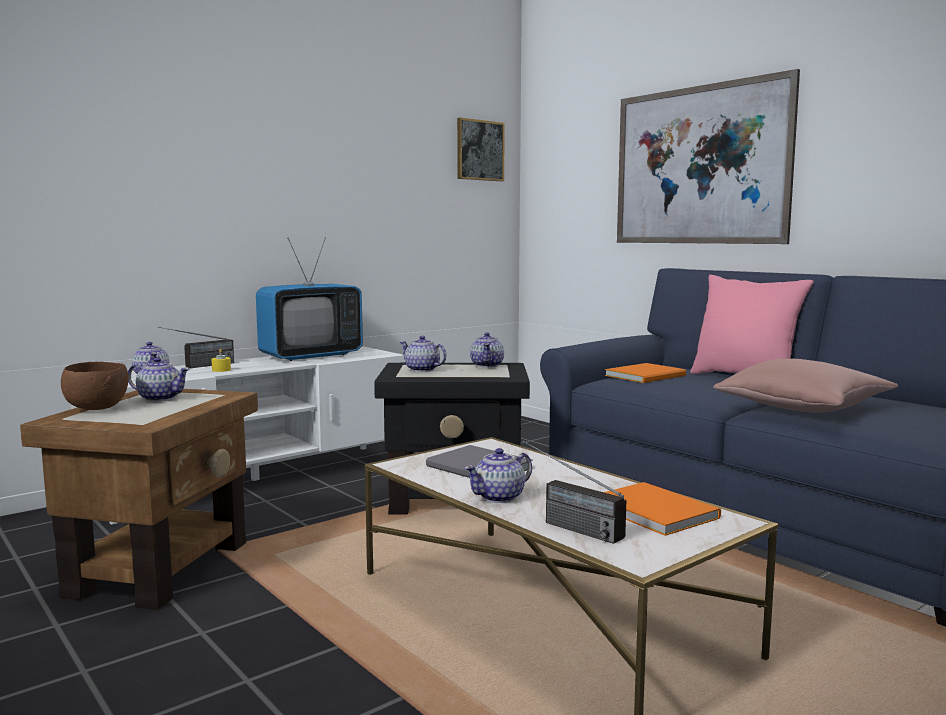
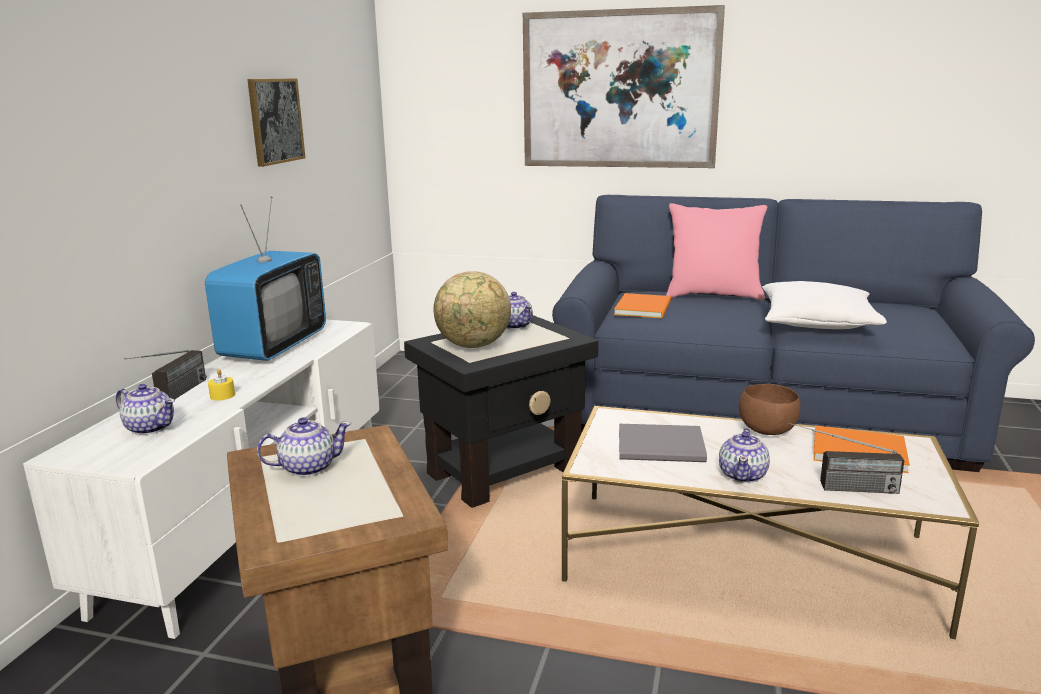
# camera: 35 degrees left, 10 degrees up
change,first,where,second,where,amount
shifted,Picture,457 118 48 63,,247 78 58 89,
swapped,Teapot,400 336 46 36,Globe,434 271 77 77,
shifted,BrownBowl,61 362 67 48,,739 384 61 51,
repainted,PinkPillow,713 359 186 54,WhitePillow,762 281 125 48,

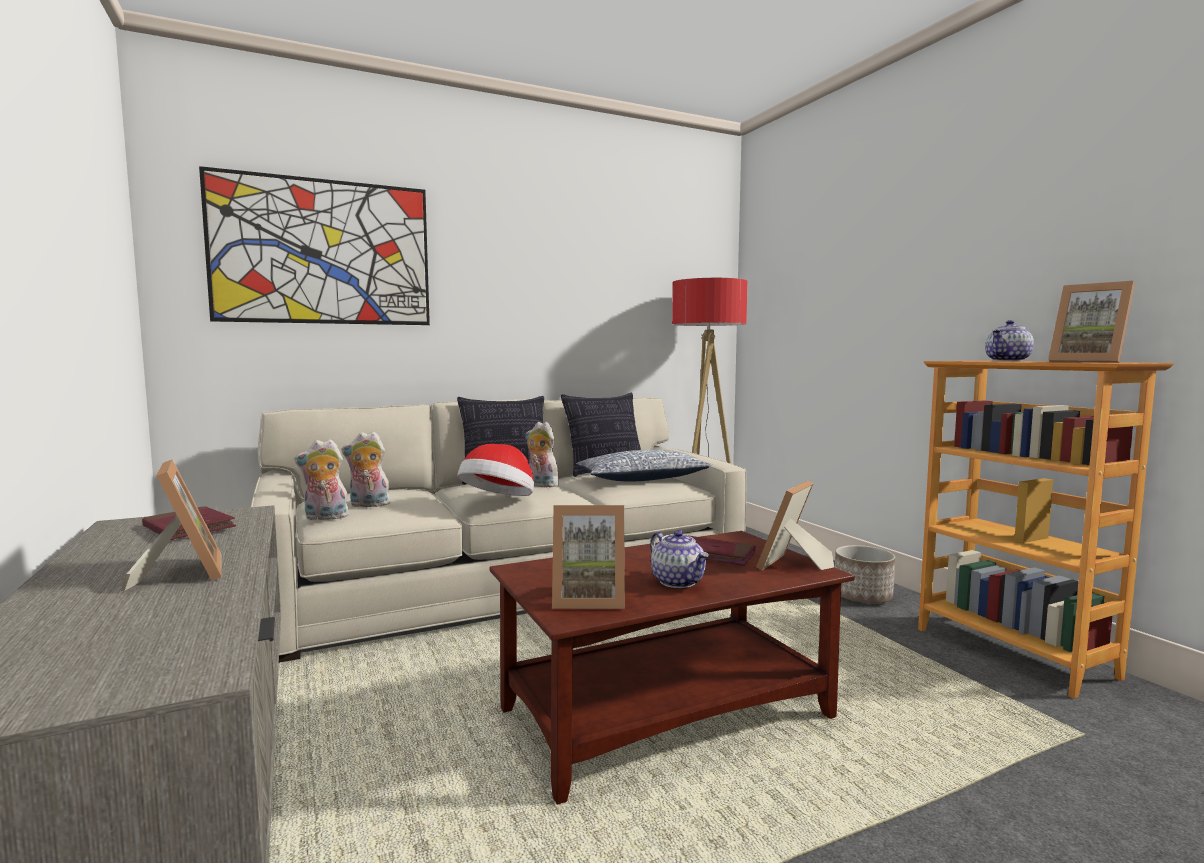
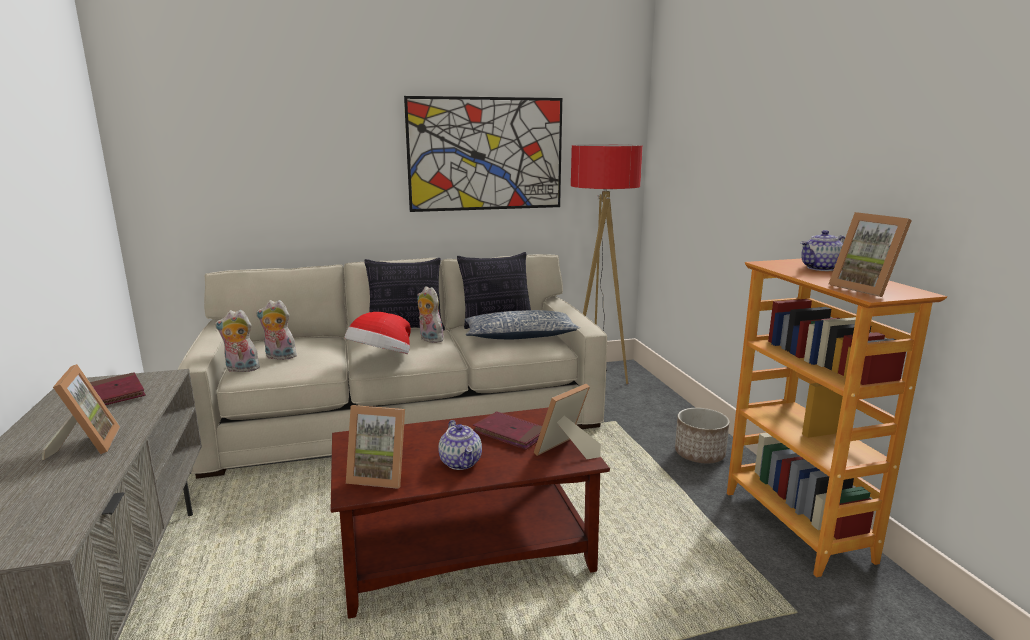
# camera: 10 degrees right, 10 degrees up
change,first,where,second,where,amount
shifted,Picture,199 166 231 159,,404 96 158 116,

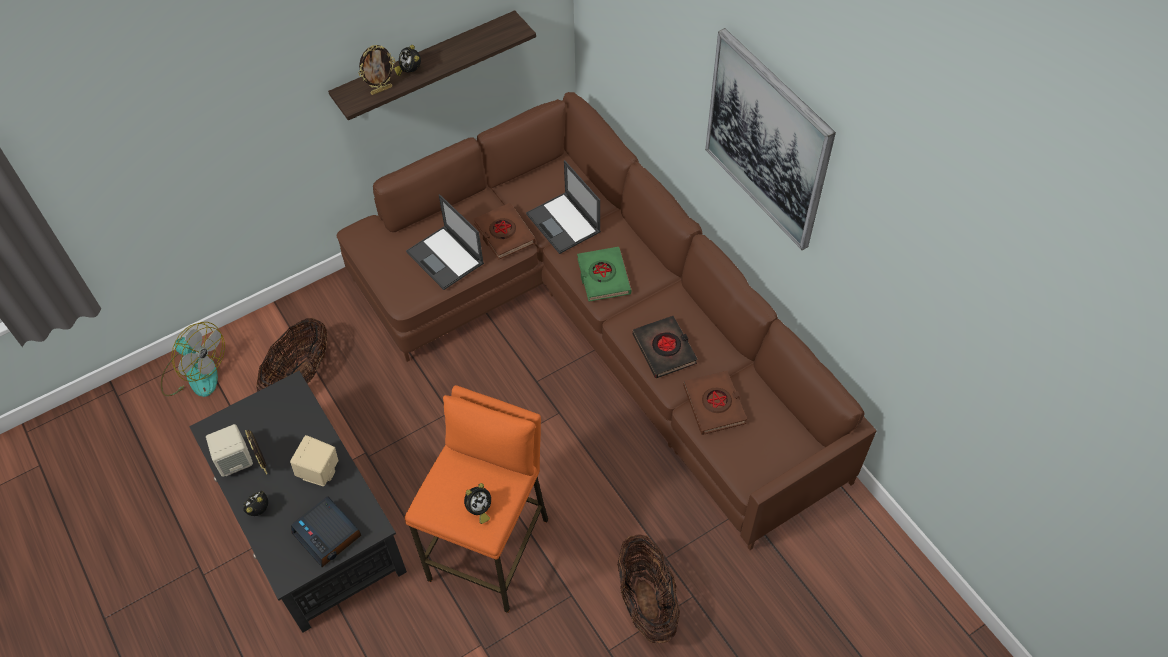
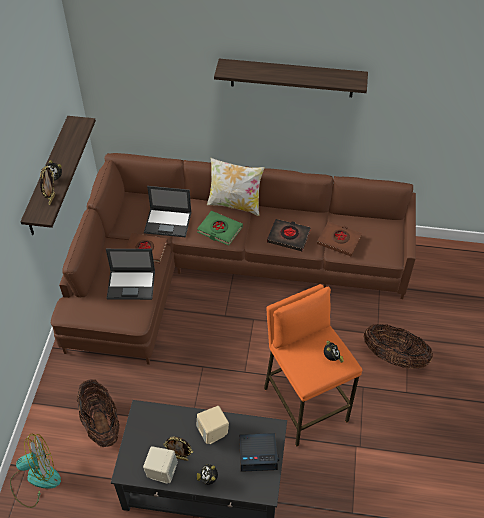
# camera: 50 degrees left, 5 degrees down
change,first,where,second,where,amount
new,,,Pillow,207 158 58 58,
swapped,Picture,705 28 131 222,Shelf,214 59 154 38,

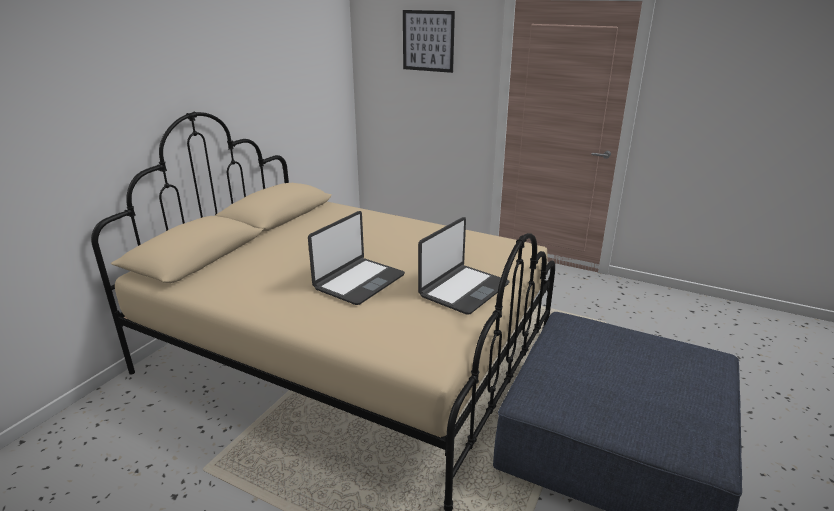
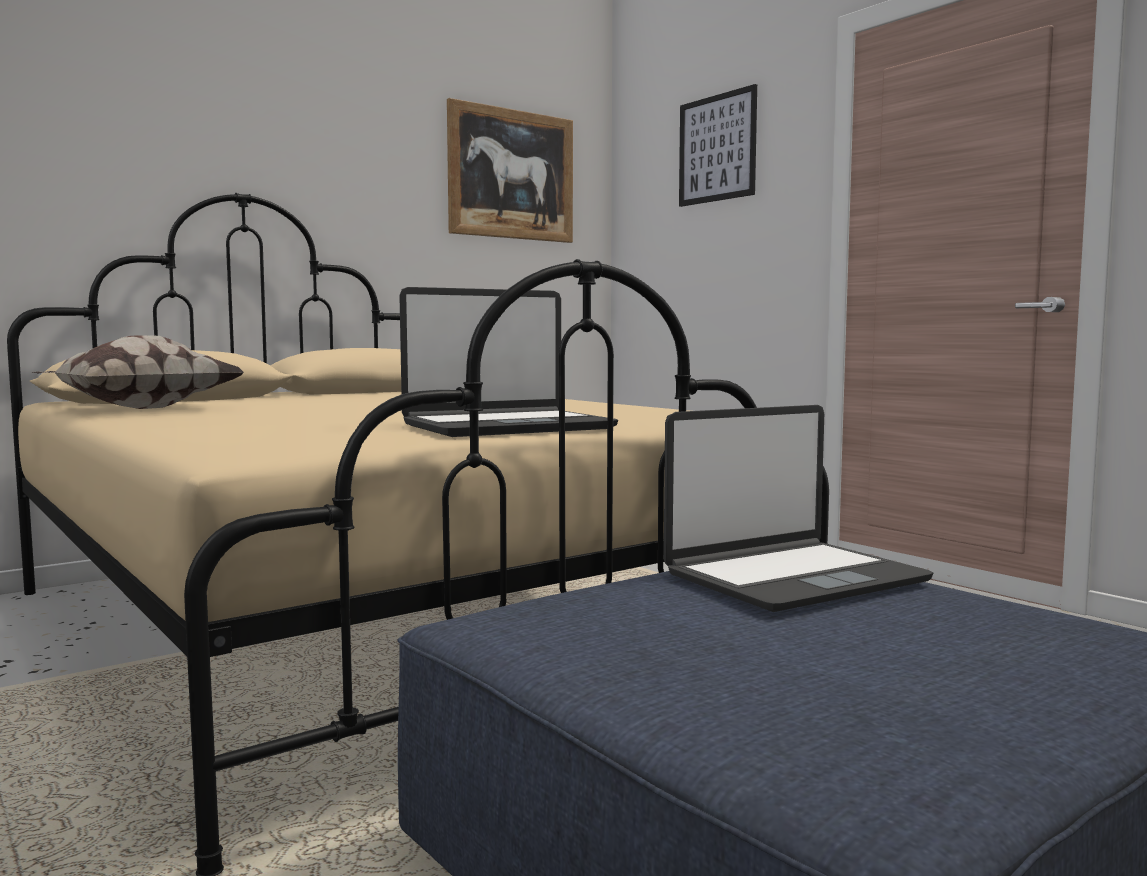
# camera: 25 degrees right, 20 degrees down
change,first,where,second,where,amount
new,,,Pillow,32 335 212 74,
new,,,Picture,447 98 126 145,
shifted,Laptop,308 211 97 94,,664 405 269 207,

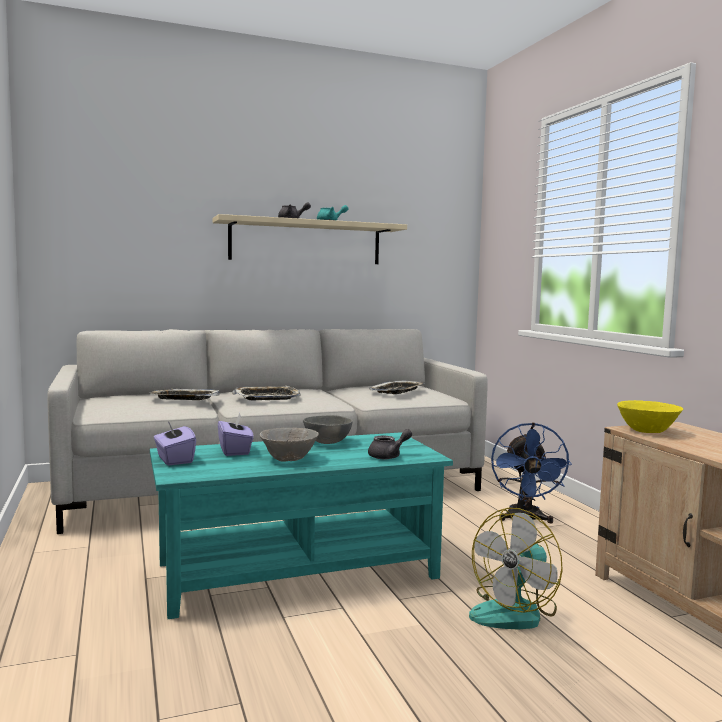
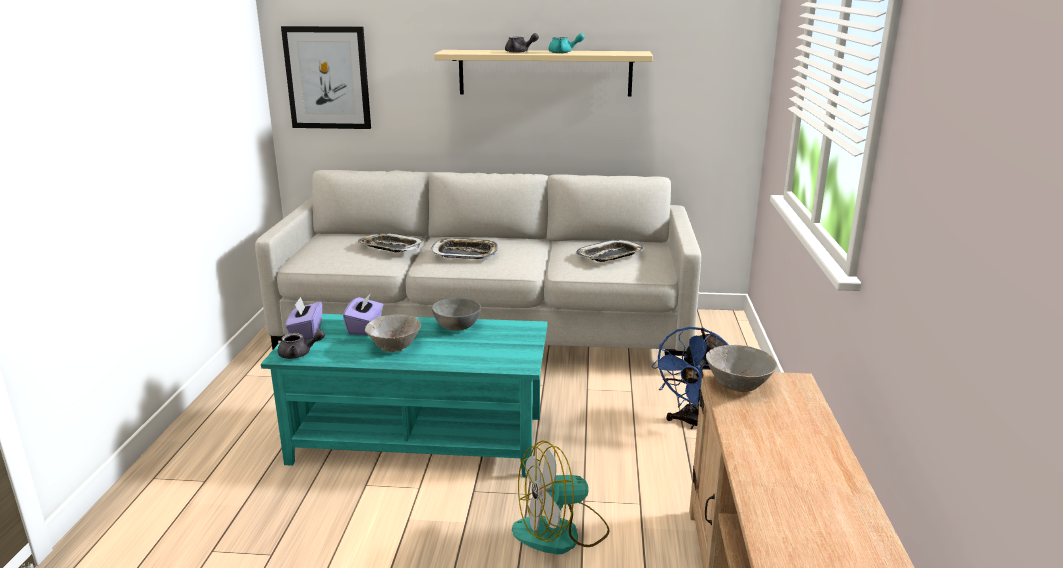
# camera: 25 degrees right, 15 degrees up
change,first,where,second,where,amount
shifted,GreyTeapot,368 429 44 30,,278 330 47 29,
new,,,Picture,281 26 90 103,
repainted,YellowBowl,617 400 66 33,GreyBowl,706 345 71 47,

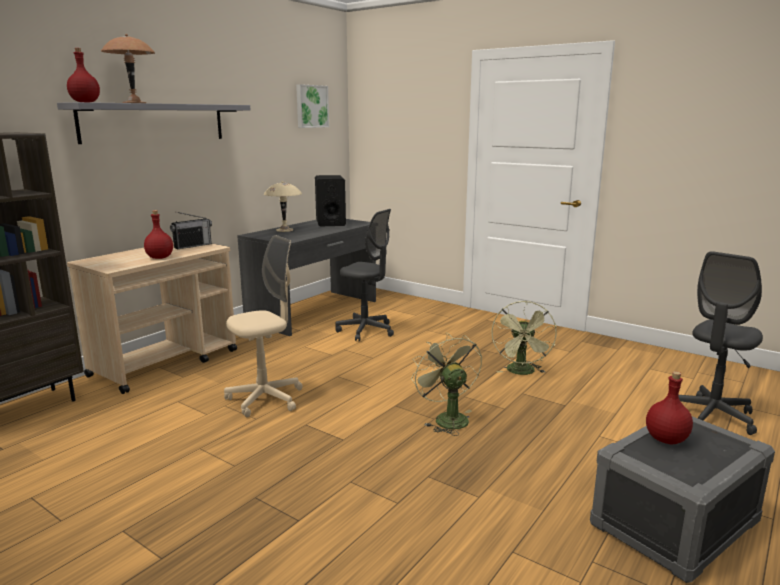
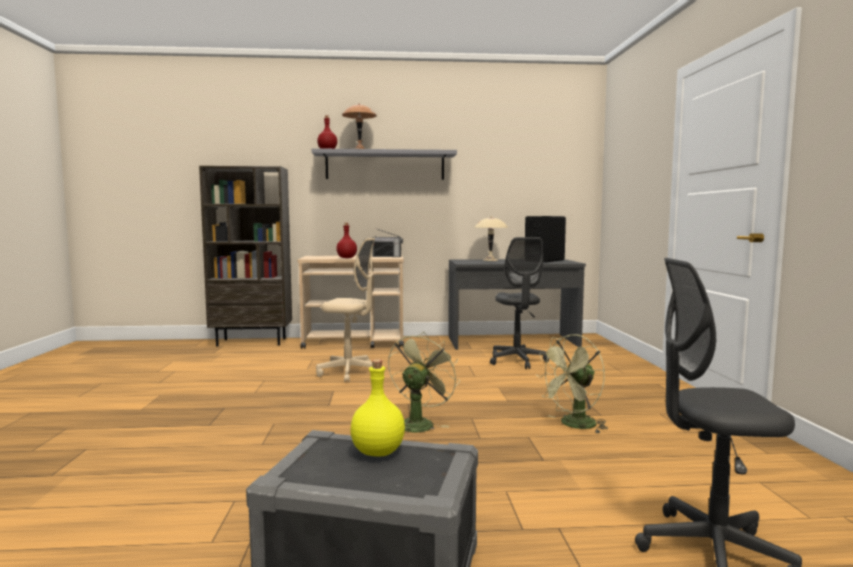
# camera: 50 degrees right, 10 degrees down
change,first,where,second,where,amount
repainted,RedBottle,646 371 47 73,YellowBottle,350 359 55 98,
gone,Picture,296 84 33 44,,,

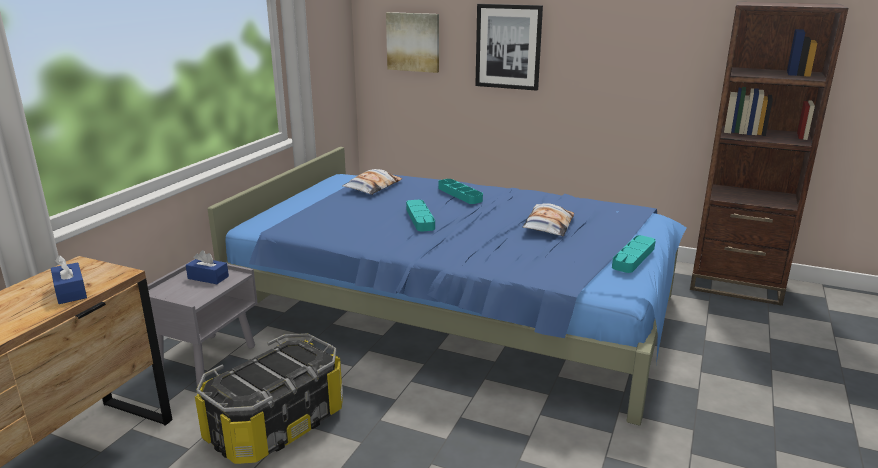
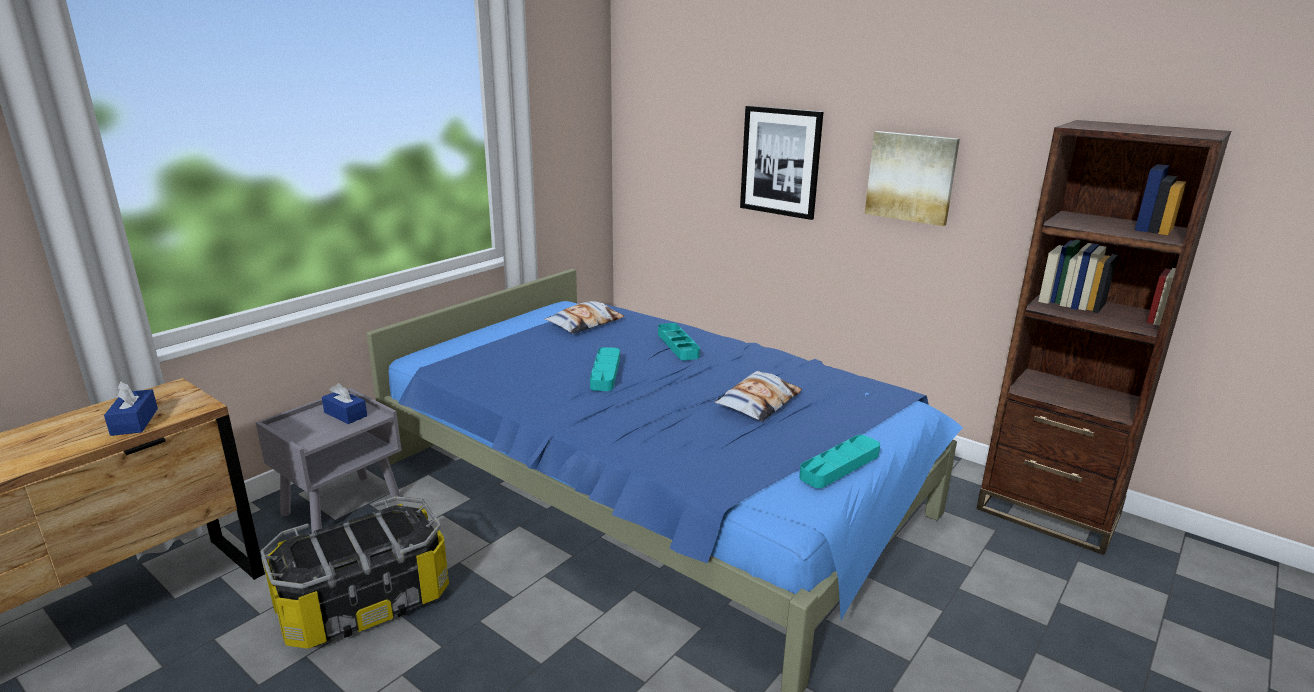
# camera: 15 degrees right, 0 degrees up
change,first,where,second,where,amount
shifted,Picture,386 12 53 61,,865 131 95 95,

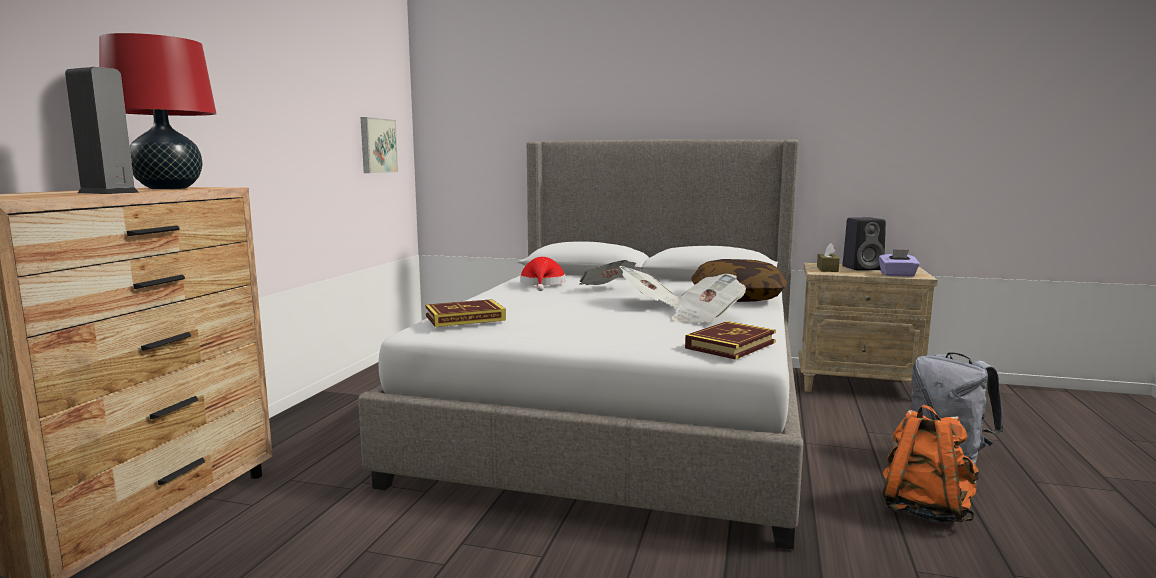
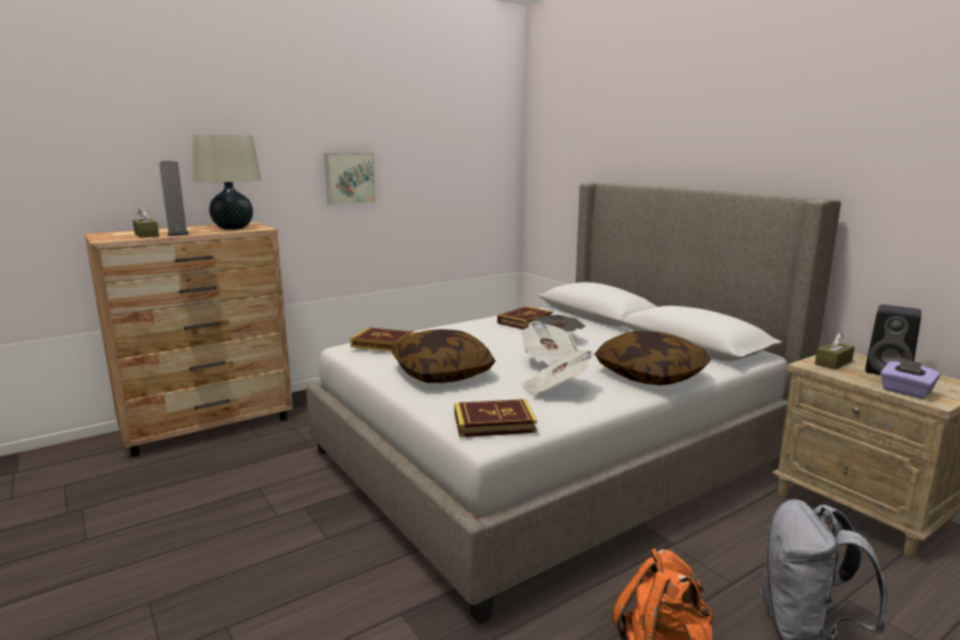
# camera: 40 degrees right, 5 degrees up
change,first,where,second,where,amount
new,,,BrownTissueBox,133 207 26 31,
repainted,RedTableLamp,99 33 118 156,BeigeTableLamp,193 135 69 95,
shifted,Picture,361 117 37 56,,324 153 52 52,
new,,,Pillow,392 329 103 54,
swapped,RedHat,520 257 45 34,Book,497 306 56 24,

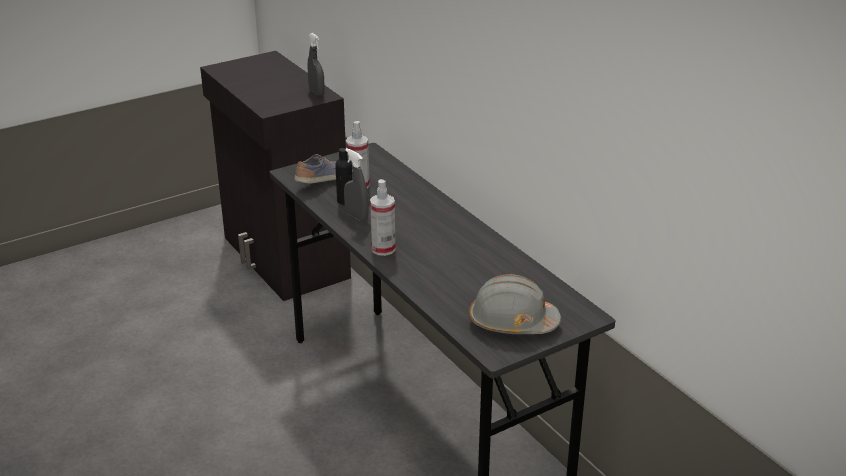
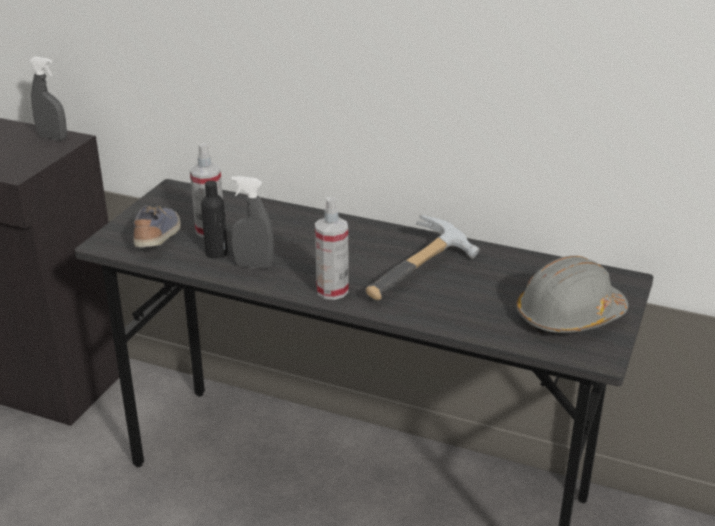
# camera: 35 degrees left, 0 degrees up
change,first,where,second,where,amount
new,,,Hammer,366 215 114 85,

